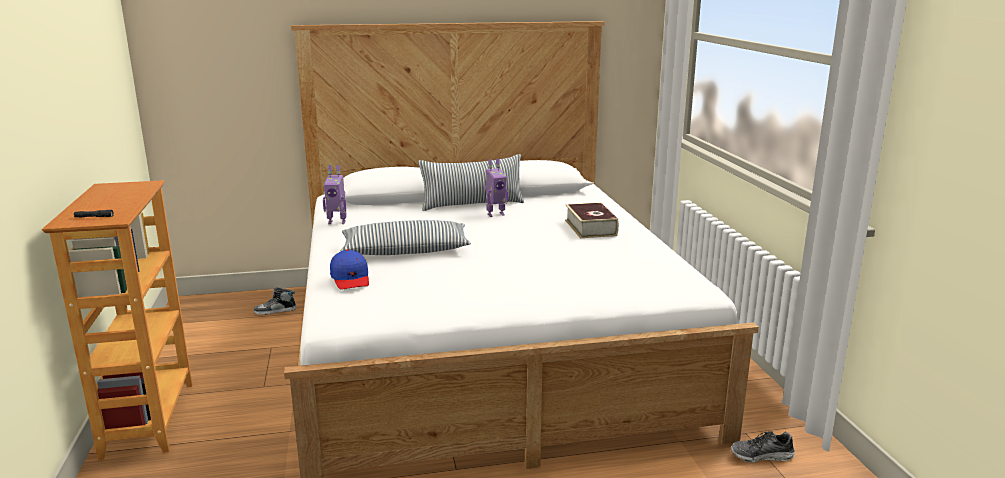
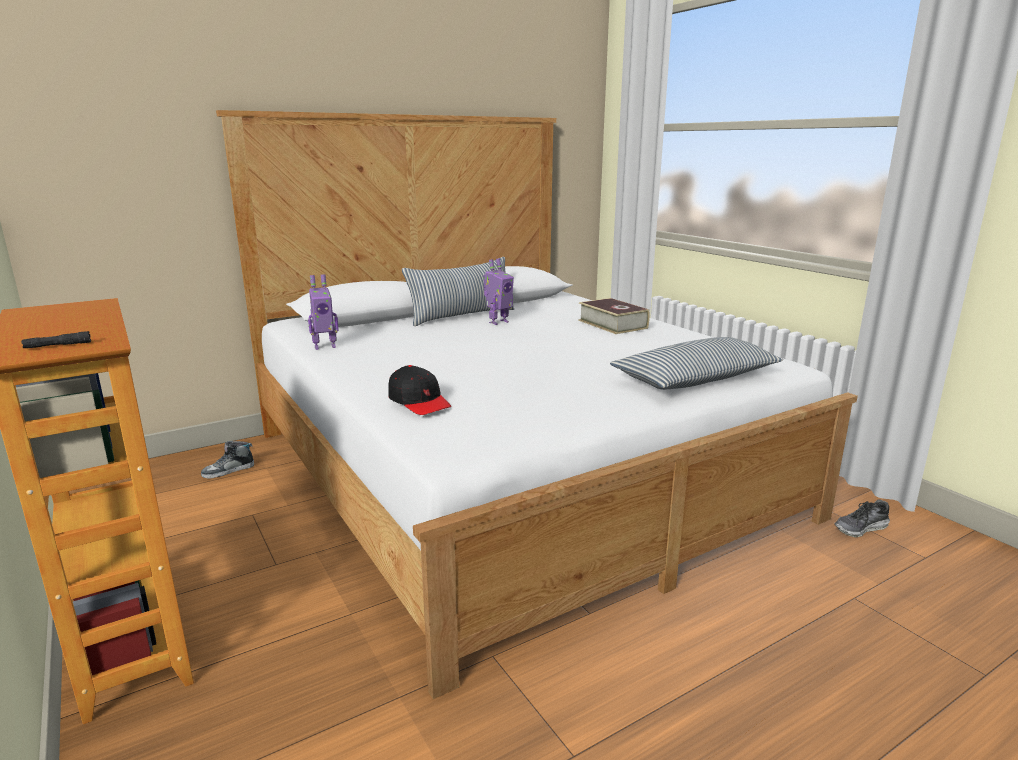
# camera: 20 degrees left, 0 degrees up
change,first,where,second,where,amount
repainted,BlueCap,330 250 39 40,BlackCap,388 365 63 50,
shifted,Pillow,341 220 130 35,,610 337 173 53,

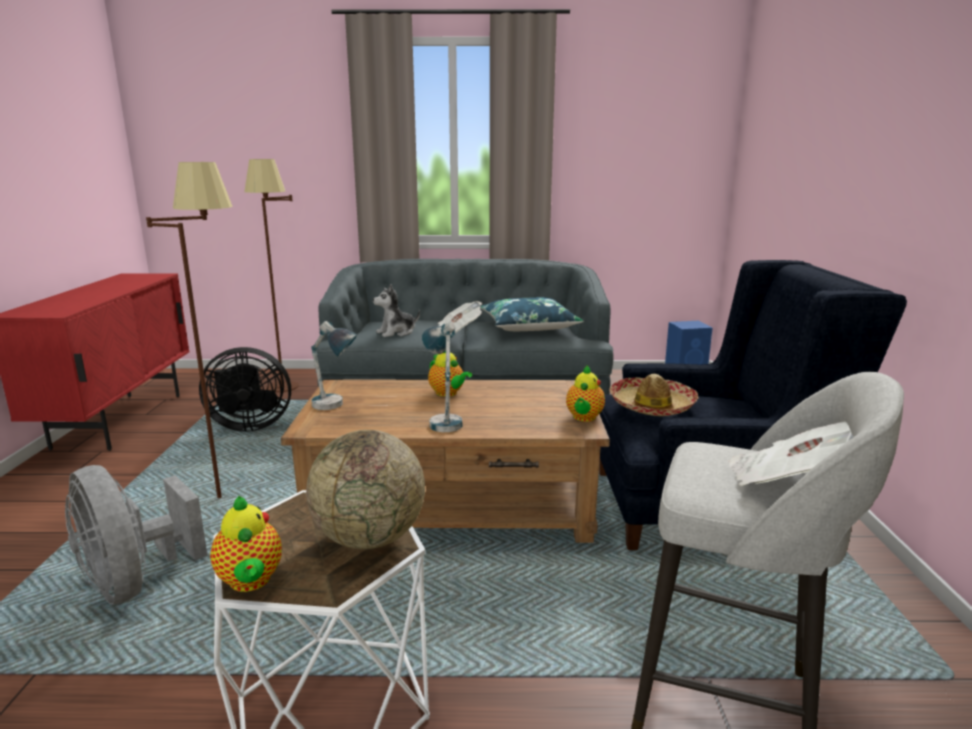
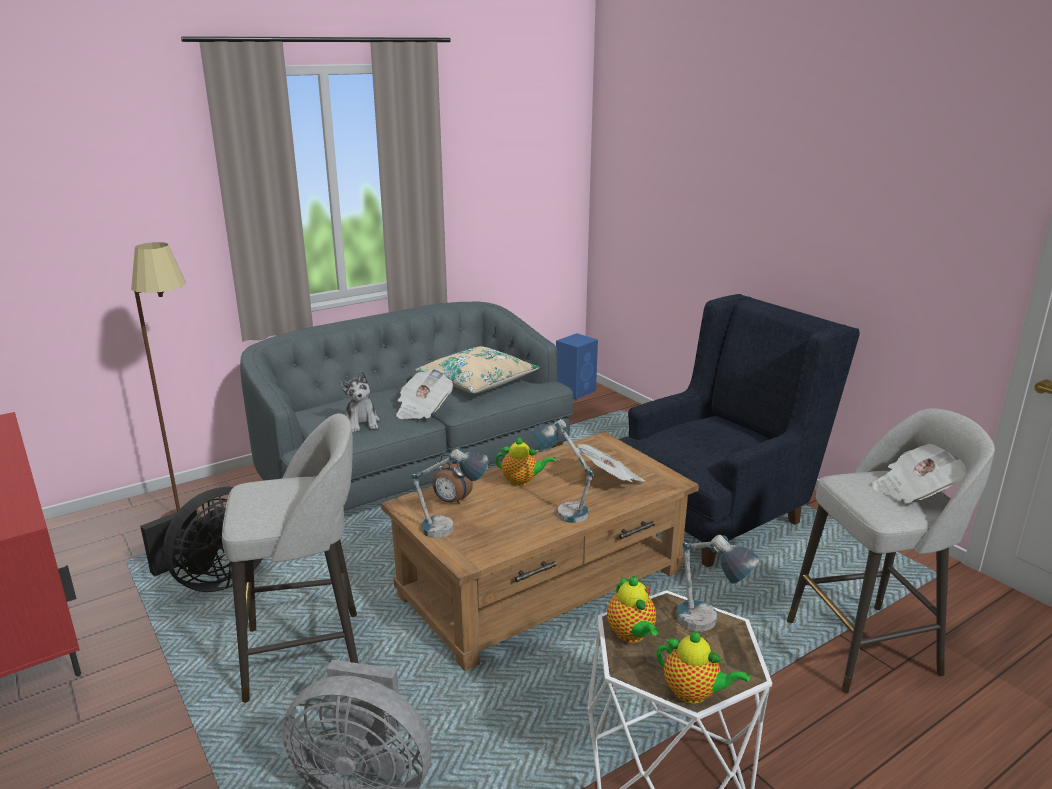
# camera: 35 degrees left, 5 degrees up
change,first,where,second,where,amount
swapped,BrownFloorLamp,146 162 87 336,GreyStool,222 413 136 290,
rotated,PlushToy,373 284 47 53,,340 371 40 61,45 degrees counterclockwise
repainted,BluePillow,480 297 104 34,BeigePillow,415 346 124 48,
new,,,AlarmClock,432 455 41 50,
new,,,Newspaper,577 444 68 38,
shifted,Teapot,566 366 39 56,,607 576 52 67,
swapped,Globe,306 430 119 119,TableLamp,676 535 84 96,
gone,Hat,609 374 90 42,,,

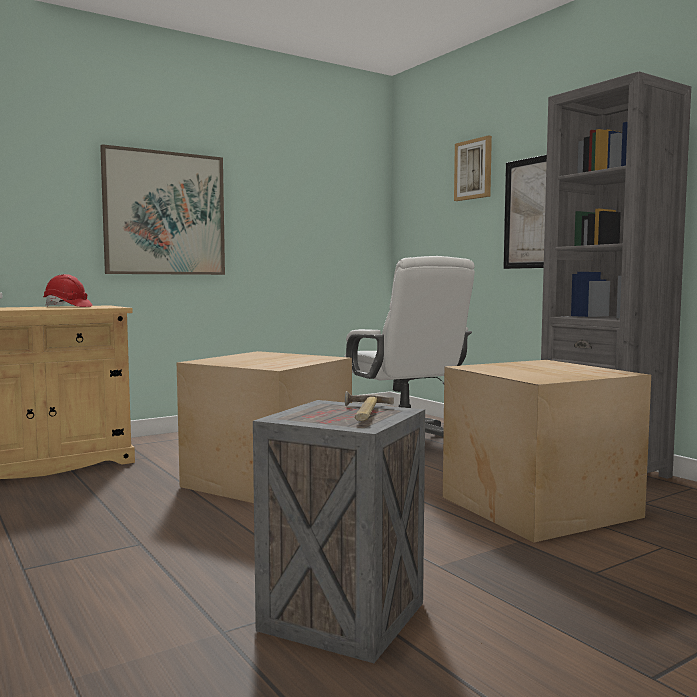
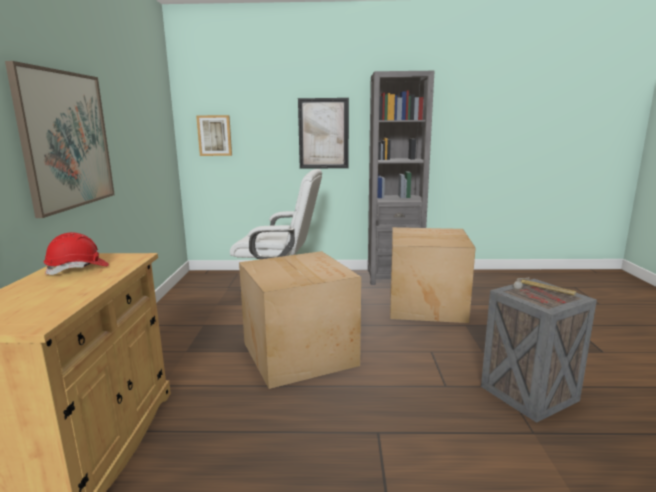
# camera: 55 degrees left, 10 degrees up
change,first,where,second,where,amount
shifted,Picture,454 135 38 66,,196 115 36 41,

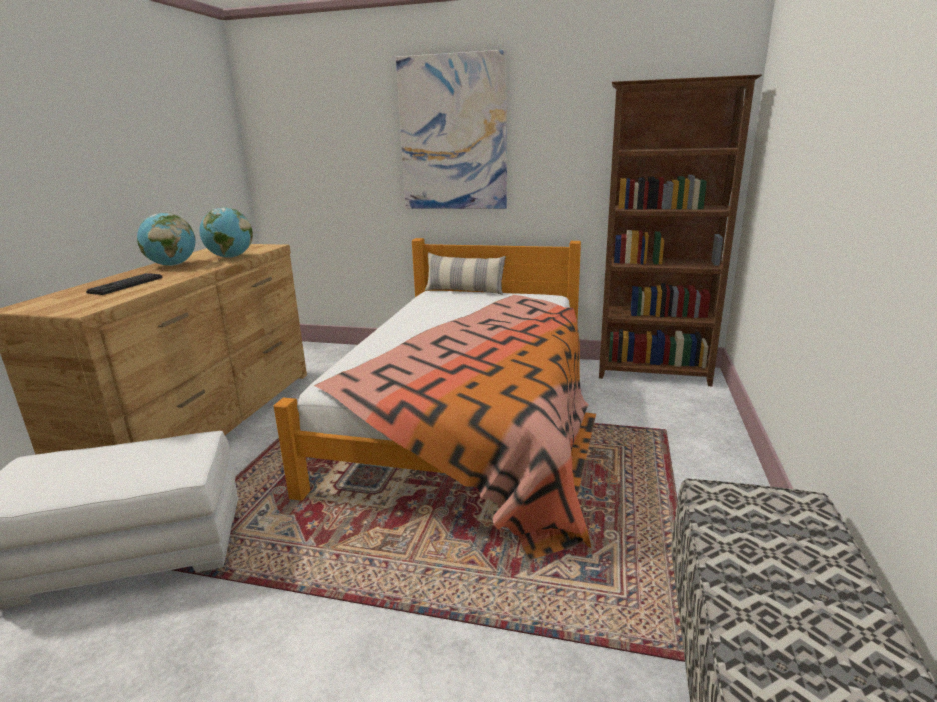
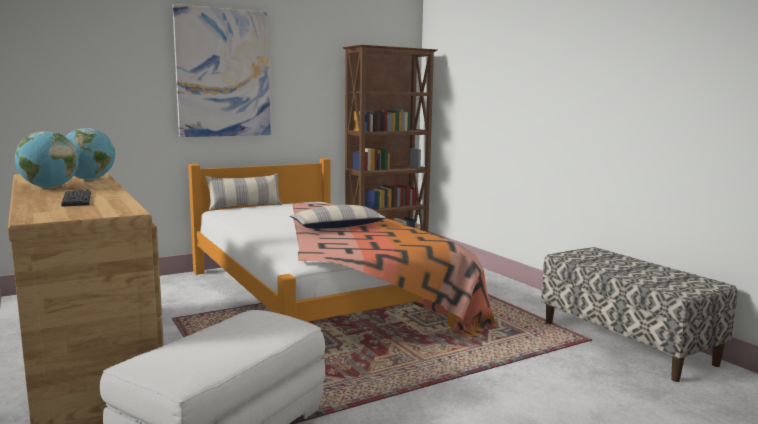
# camera: 45 degrees left, 10 degrees down
change,first,where,second,where,amount
new,,,Pillow,290 205 96 24,

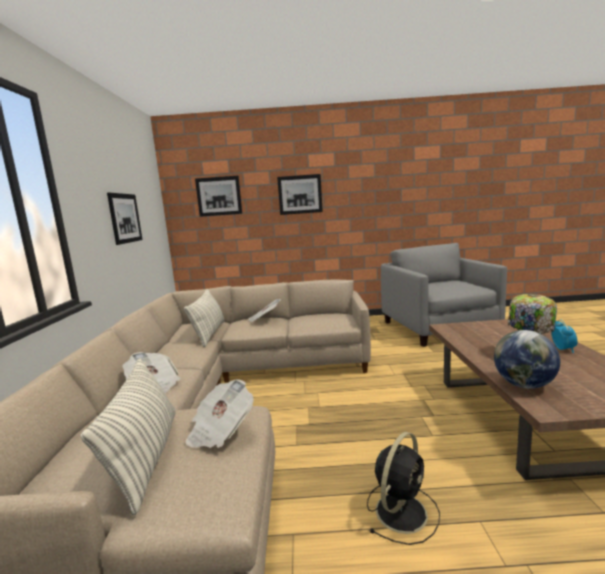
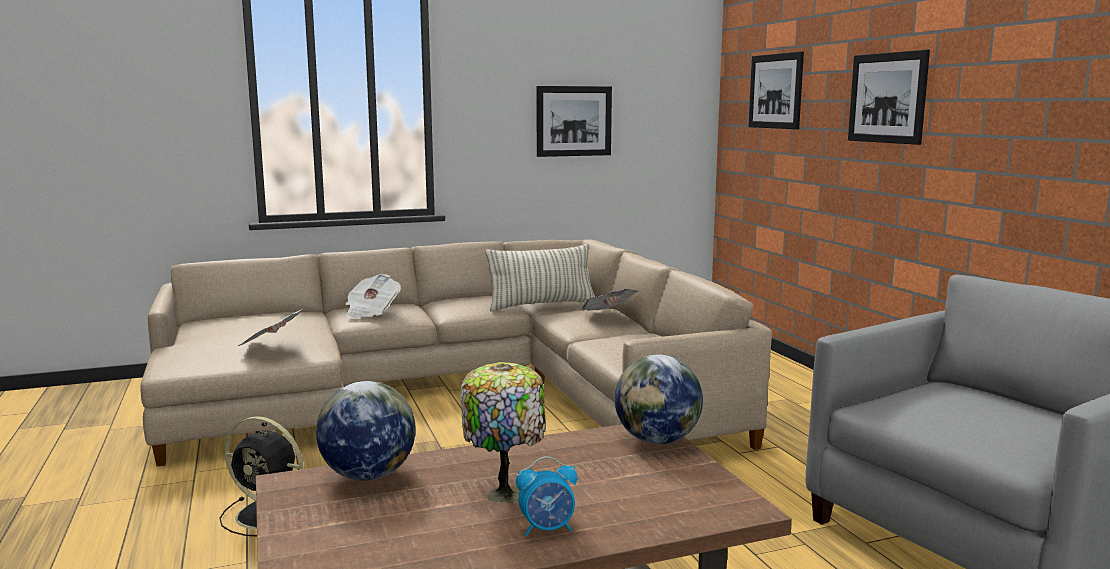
# camera: 70 degrees right, 0 degrees up
change,first,where,second,where,amount
new,,,Globe,615 355 88 89,
gone,Pillow,81 358 94 157,,,

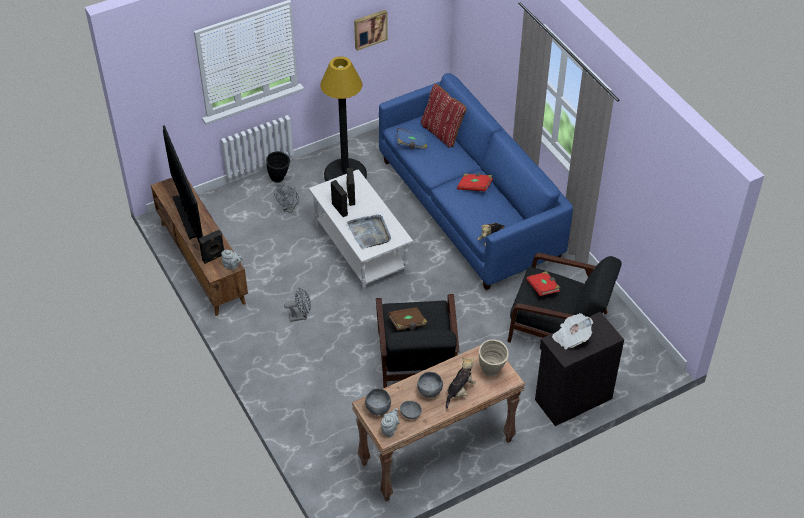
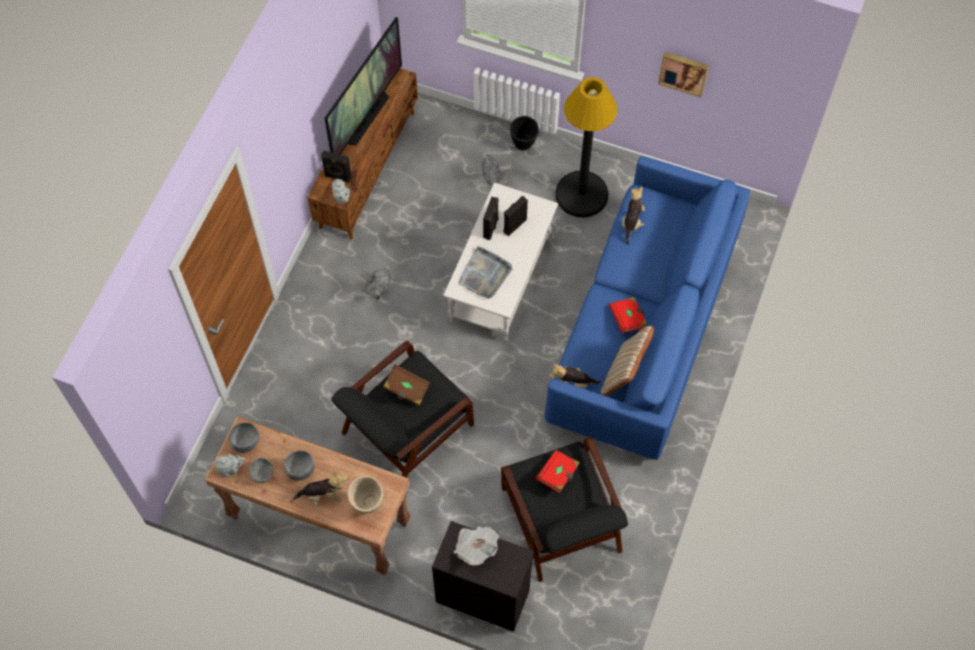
# camera: 50 degrees right, 15 degrees up
change,first,where,second,where,amount
new,,,BeigePillow,600 326 54 71,
swapped,BlueBook,397 128 30 22,PlushToy,622 186 23 59,
gone,RedPillow,421 84 46 64,,,

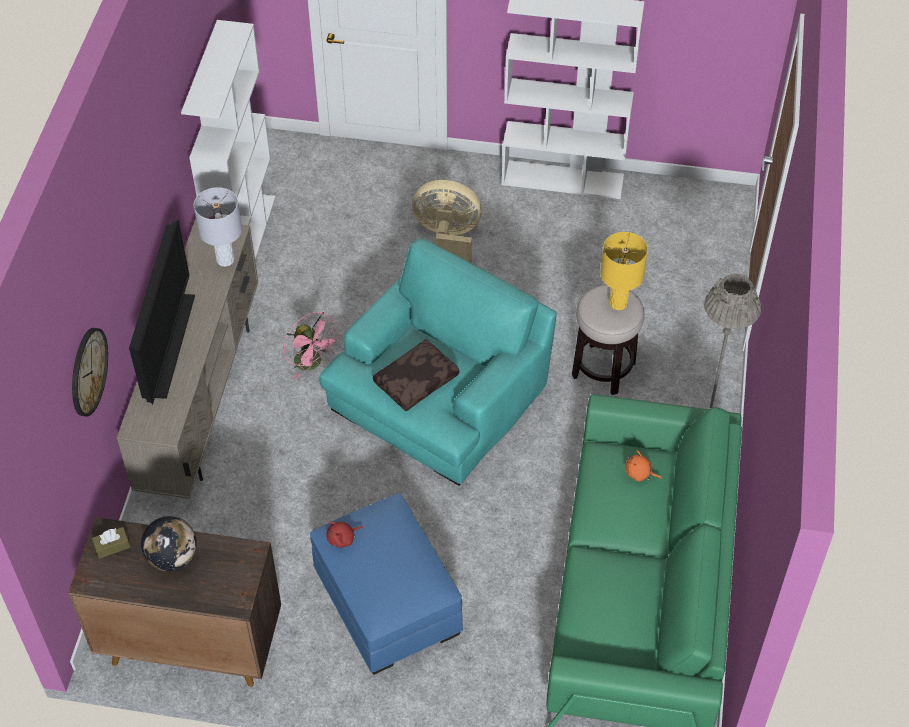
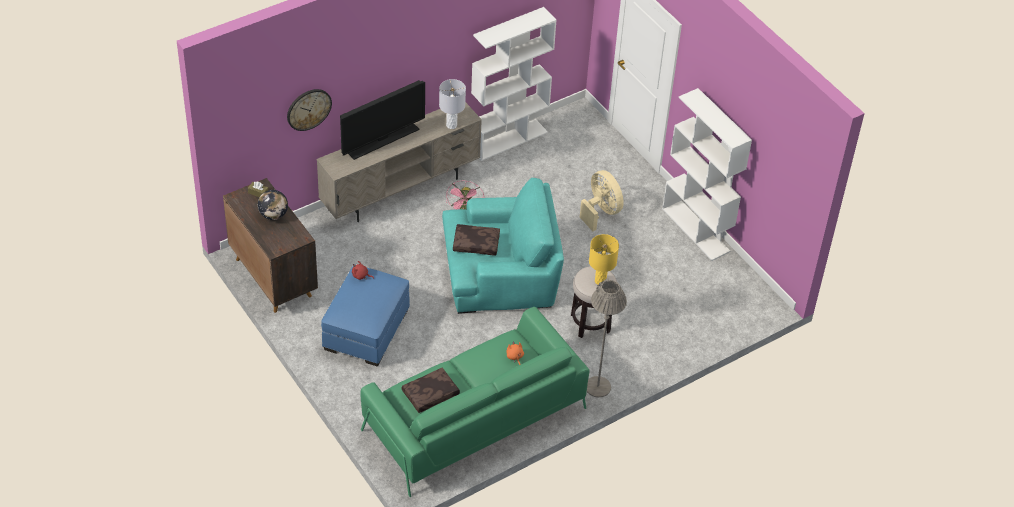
# camera: 45 degrees right, 5 degrees down
change,first,where,second,where,amount
new,,,BrownPillow,402 368 58 45,

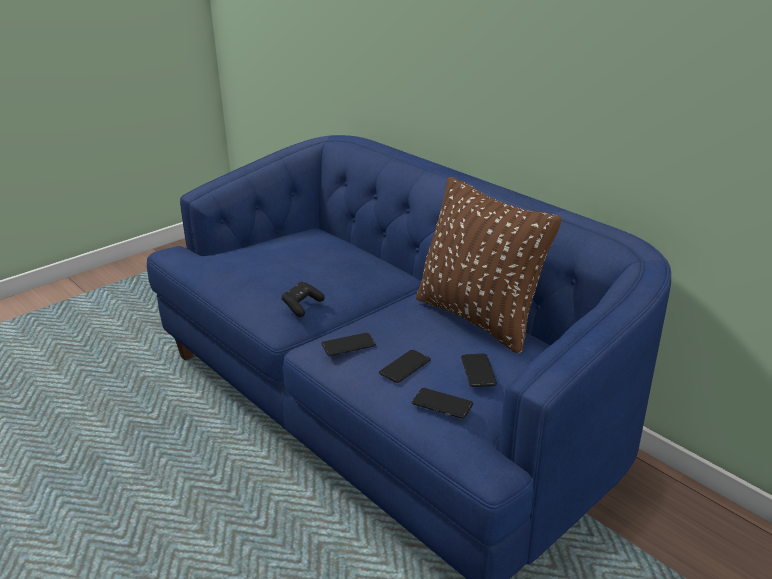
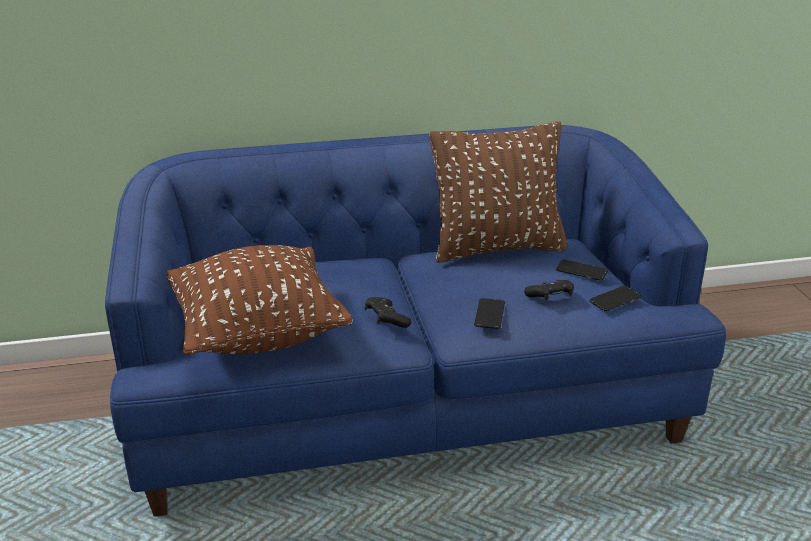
# camera: 60 degrees left, 0 degrees up
change,first,where,second,where,amount
new,,,BrownPillow,166 245 187 110,
swapped,Phone,379 350 52 33,BlackGameController,524 279 50 21,

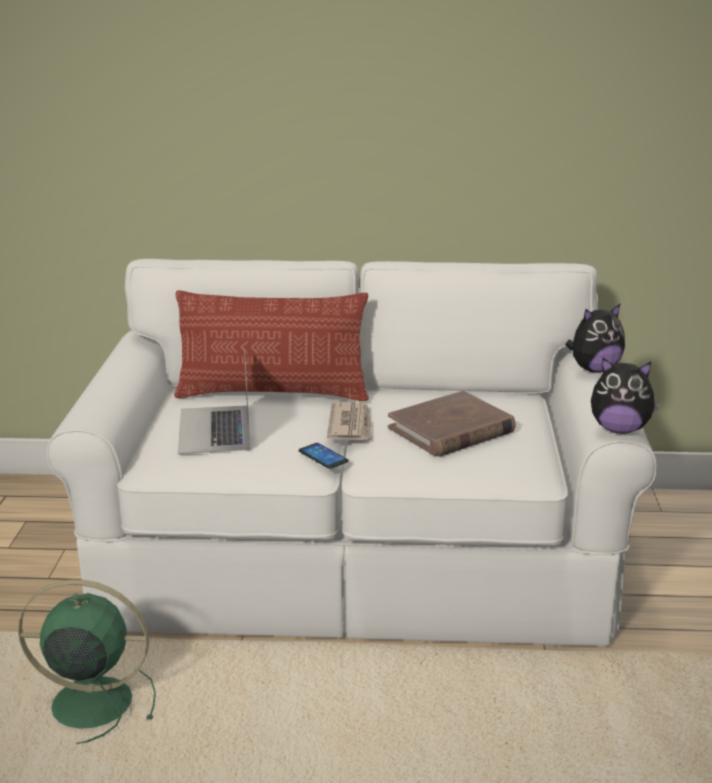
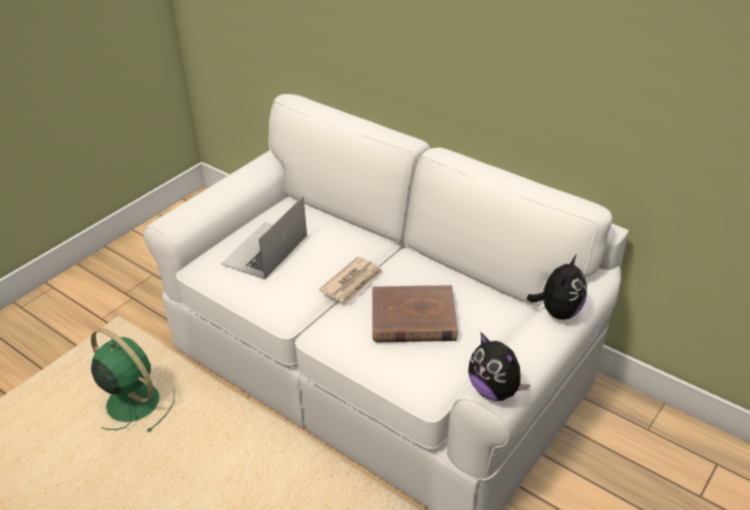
# camera: 35 degrees right, 15 degrees up
change,first,where,second,where,amount
rotated,PlushToy,565 303 60 70,,527 254 60 66,75 degrees counterclockwise
gone,Pillow,174 291 195 110,,,
gone,Phone,299 443 49 26,,,

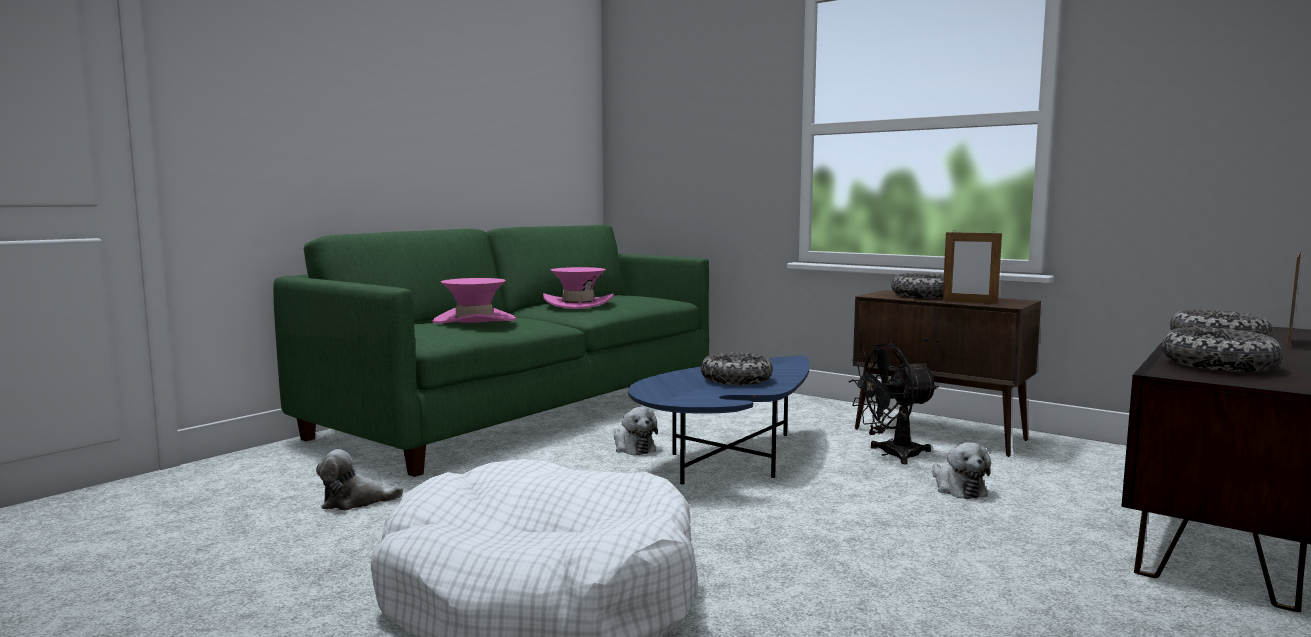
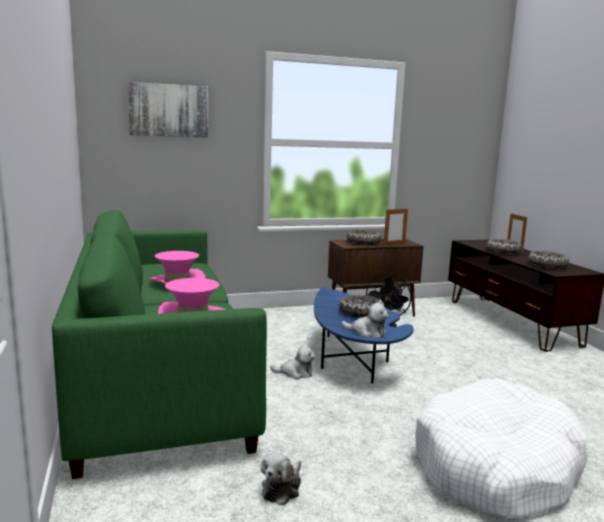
# camera: 55 degrees left, 5 degrees up
change,first,where,second,where,amount
new,,,Picture,128 82 81 56,
shifted,PlushToy,932 442 59 57,,341 303 48 35,

